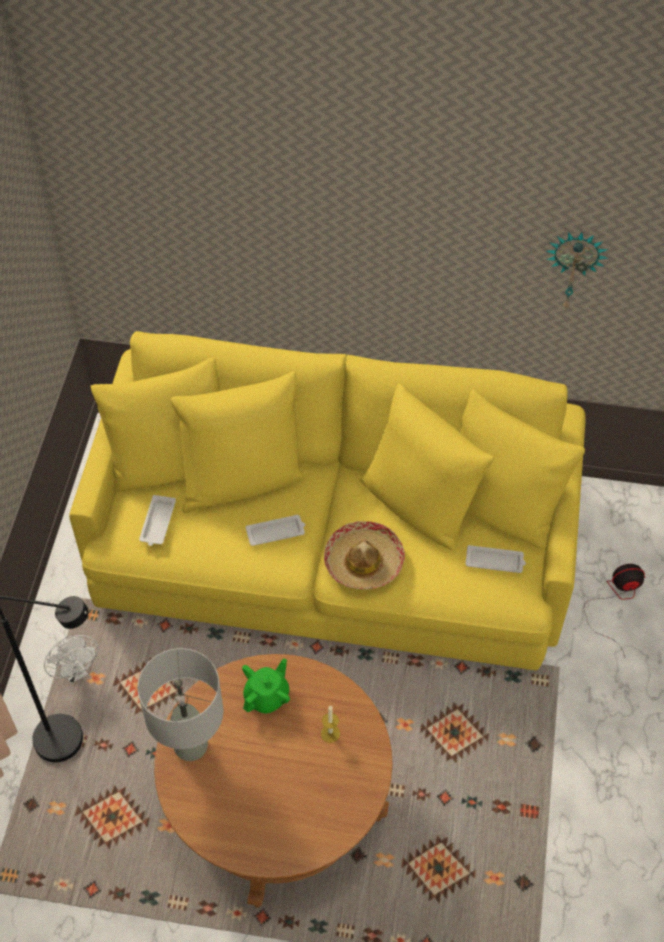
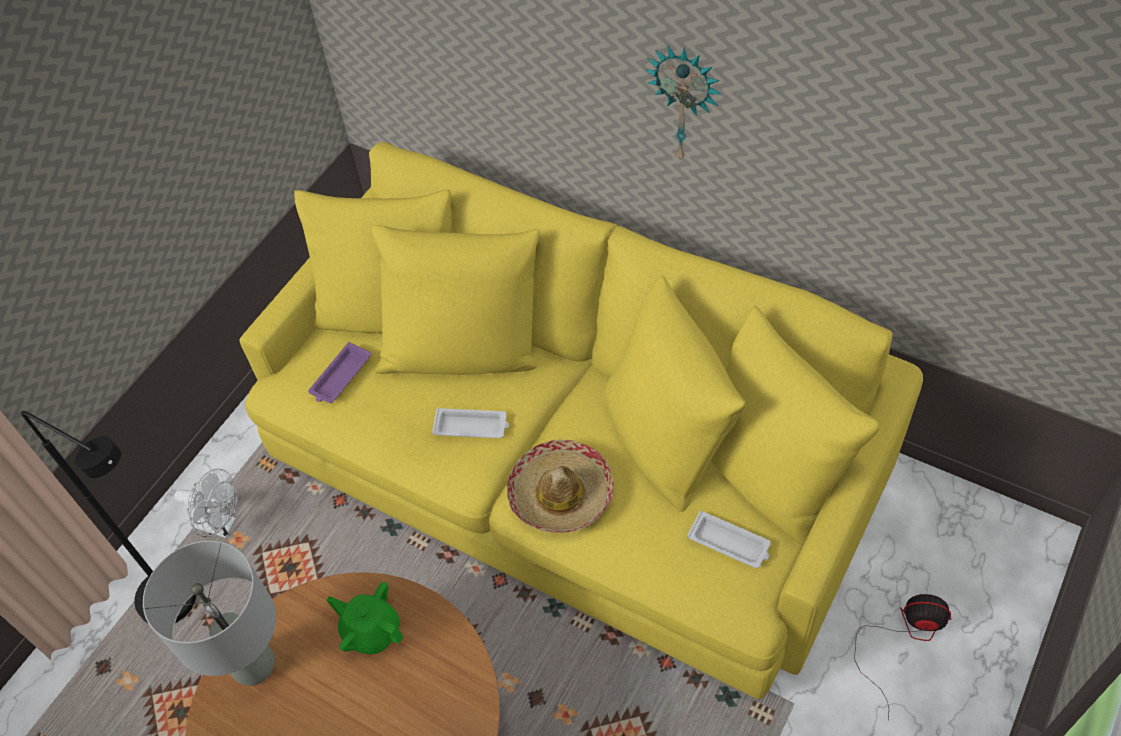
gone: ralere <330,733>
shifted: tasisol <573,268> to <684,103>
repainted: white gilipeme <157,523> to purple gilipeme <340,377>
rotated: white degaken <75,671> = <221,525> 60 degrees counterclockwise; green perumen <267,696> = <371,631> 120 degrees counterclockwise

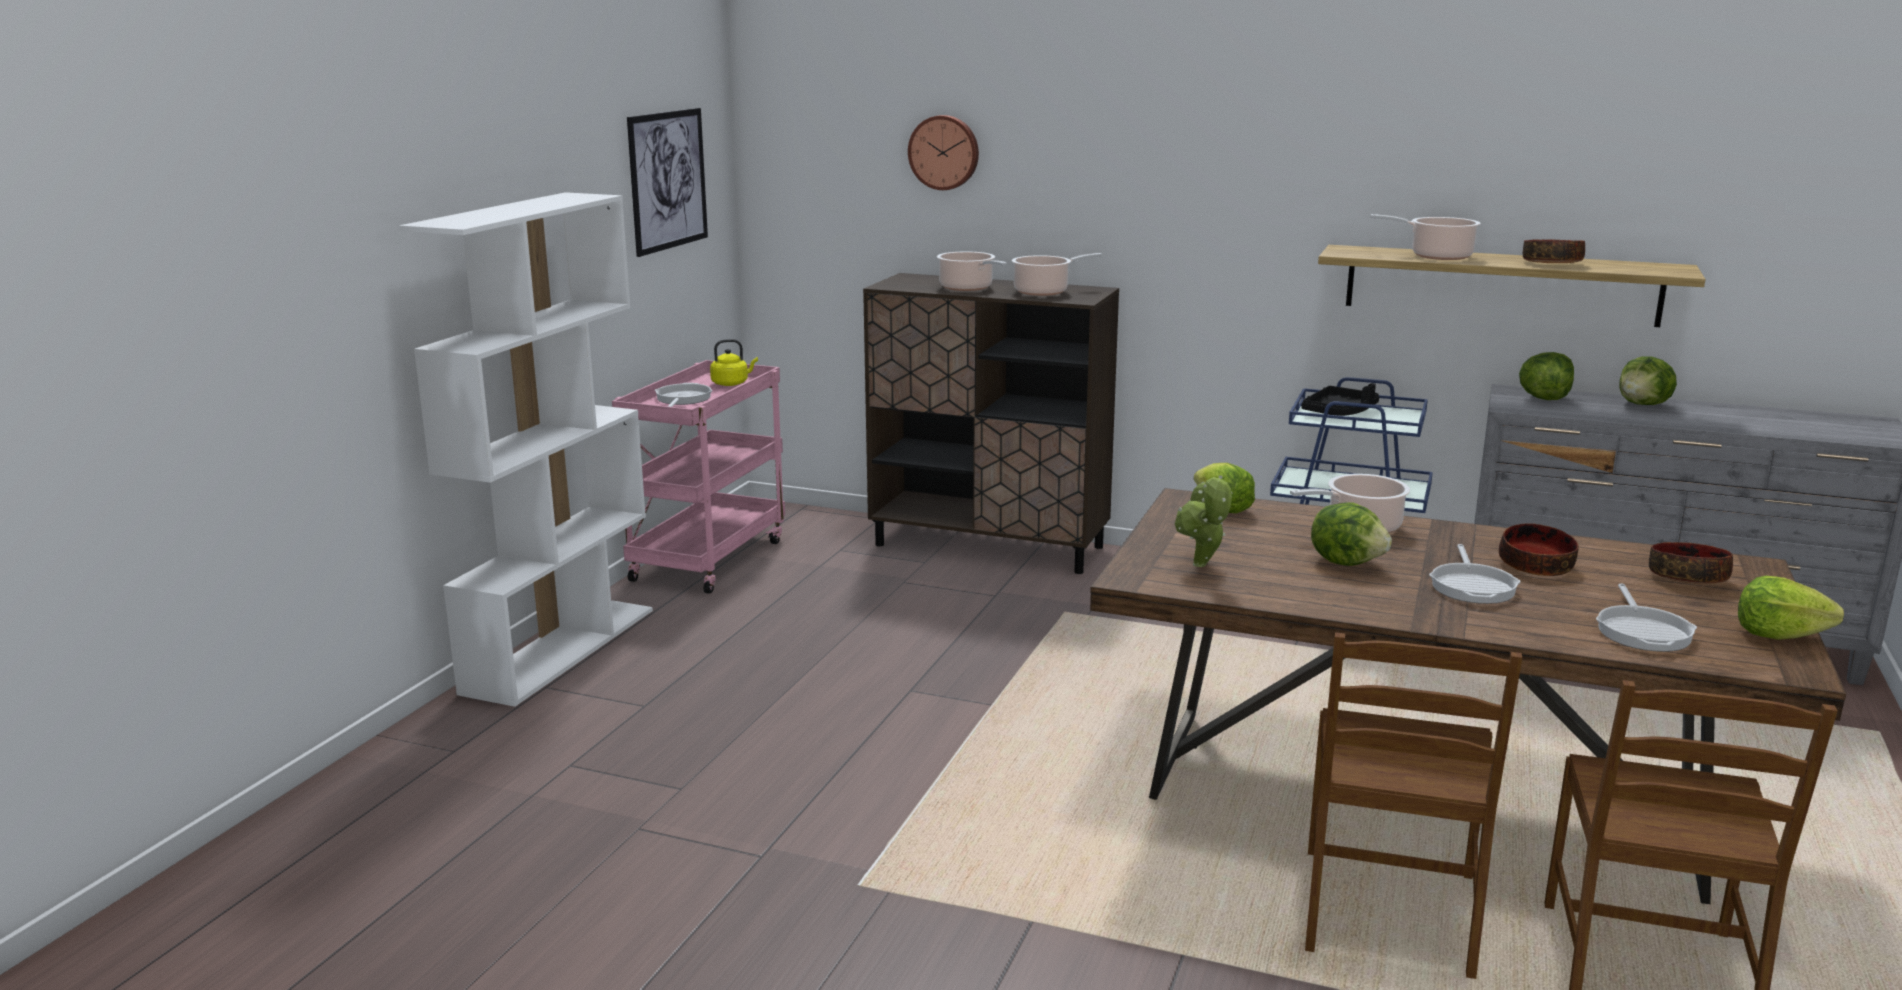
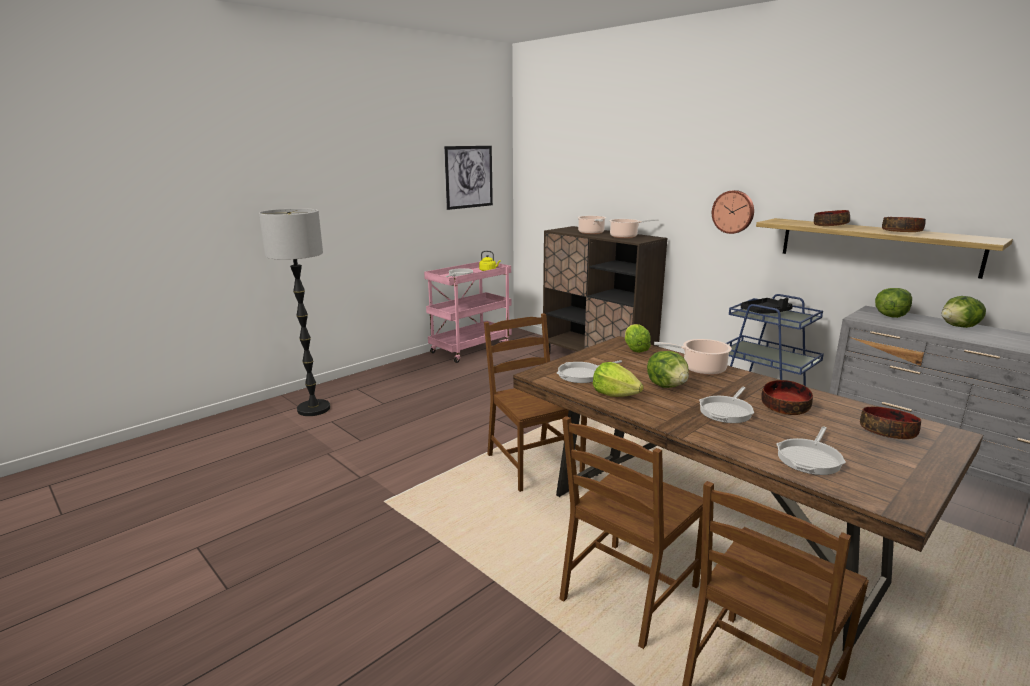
gone: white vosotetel <560,649>
new: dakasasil <314,409>; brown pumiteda <532,464>
shifted: tasisol <944,152> to <733,212>; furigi <1778,635> to <615,394>
swapped: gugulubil <1436,256> to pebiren <830,225>; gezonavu <1201,566> to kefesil <583,374>

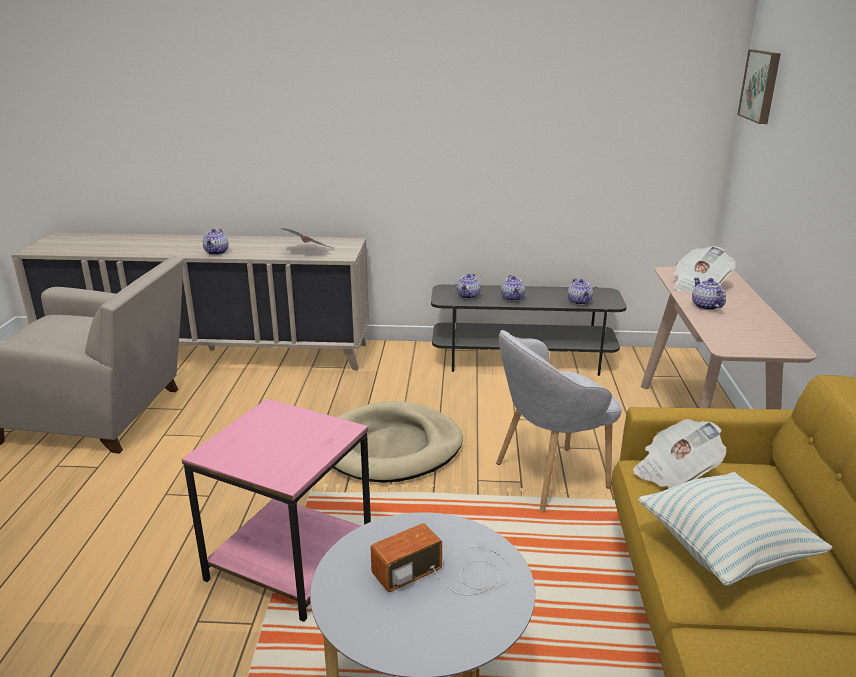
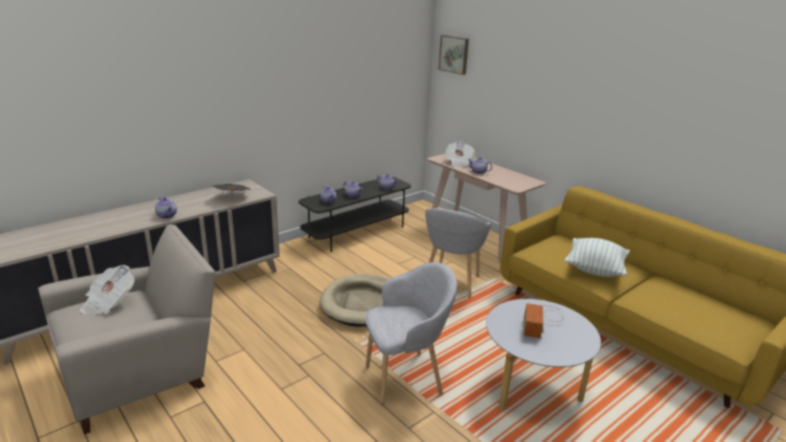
shifted: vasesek <675,472> to <109,302>
swapped: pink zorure <291,562> to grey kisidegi <406,378>

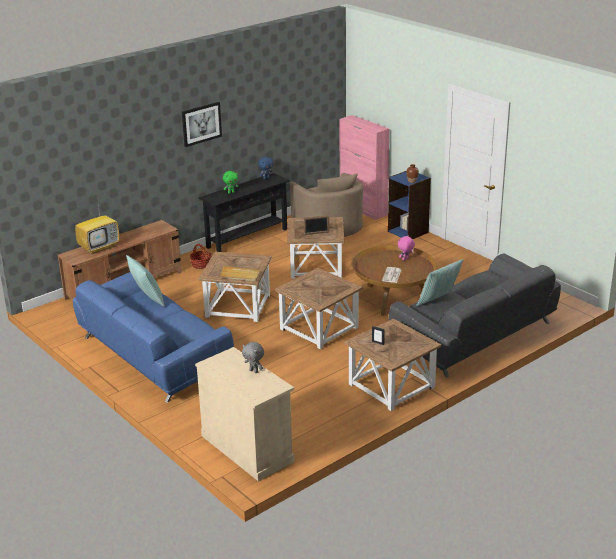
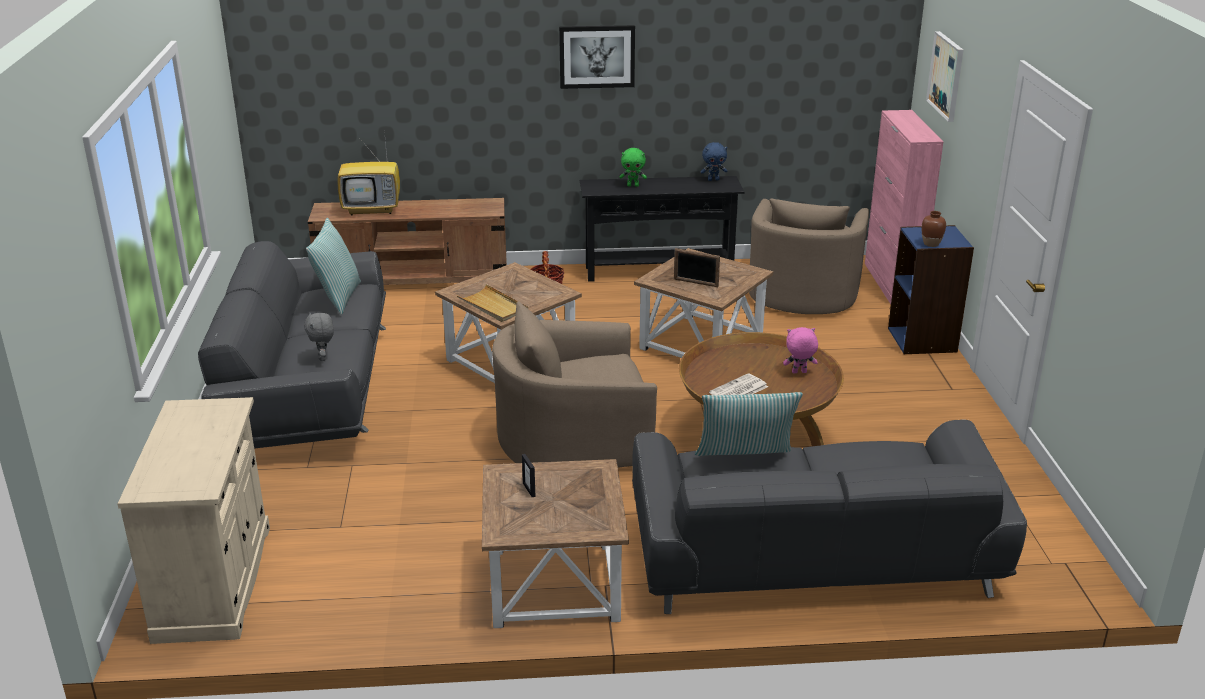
new: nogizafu <946,76>
shifted: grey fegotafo <254,371> to <323,358>
swapped: brown zorure <318,328> to beige kisidegi <574,438>
repainted: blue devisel <153,355> to grey devisel <309,387>

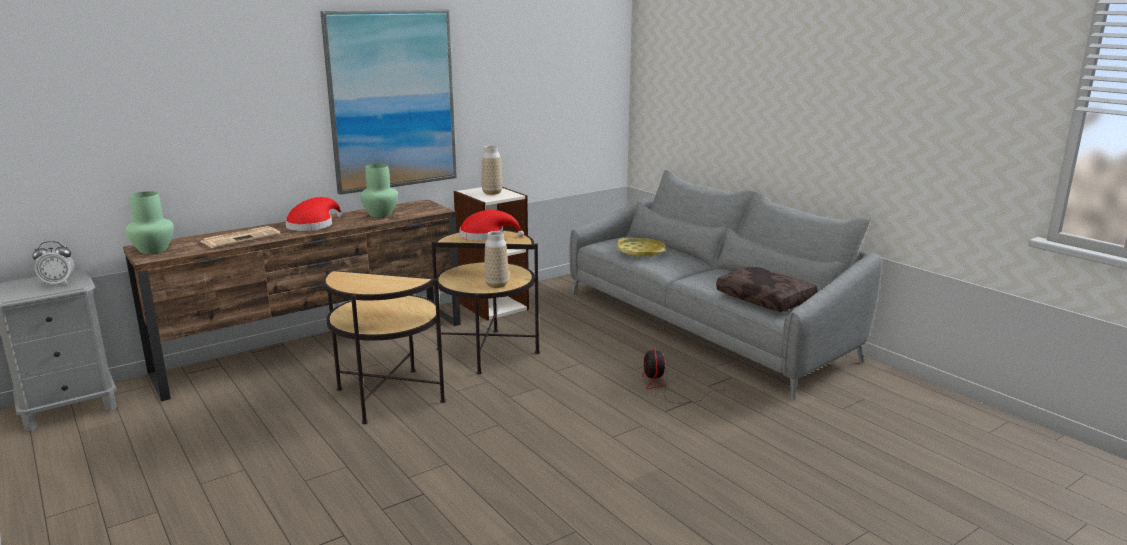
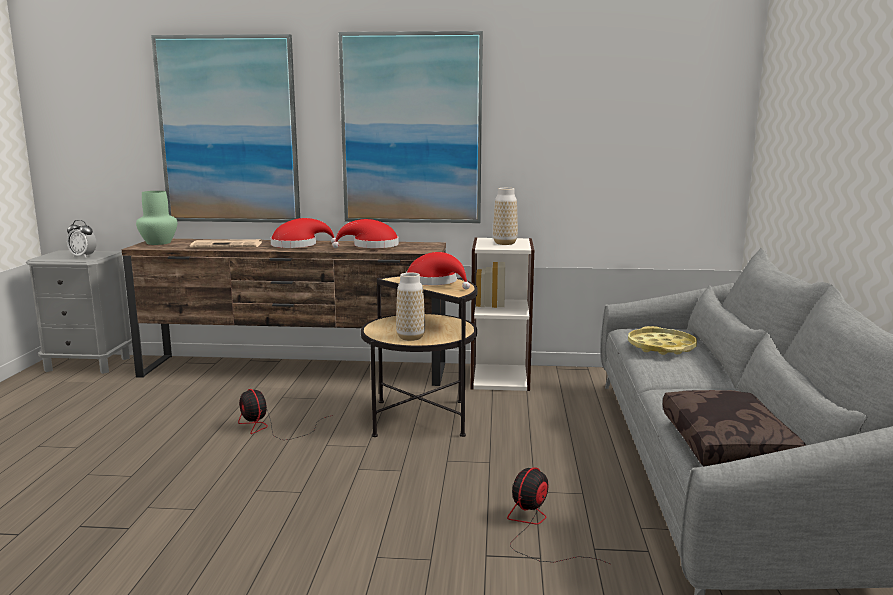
new: nogizafu <229,130>
swapped: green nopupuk <381,214> to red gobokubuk <372,246>; zorure <390,395> to degaken <271,428>

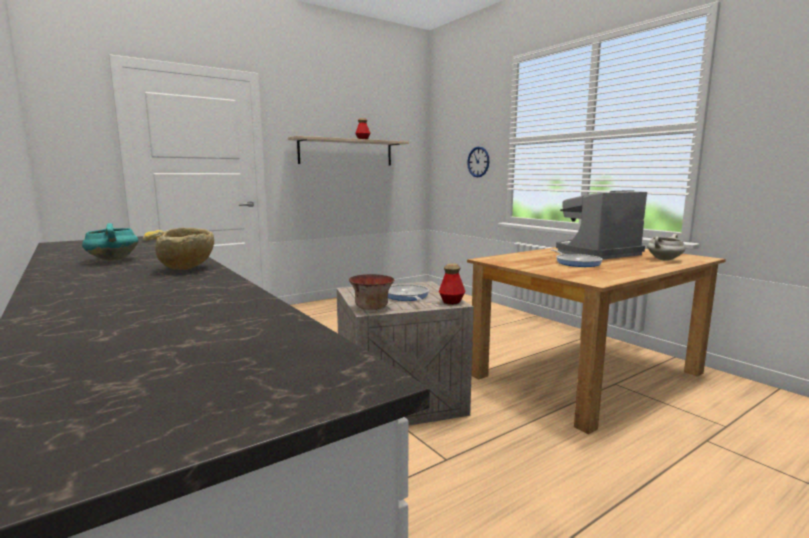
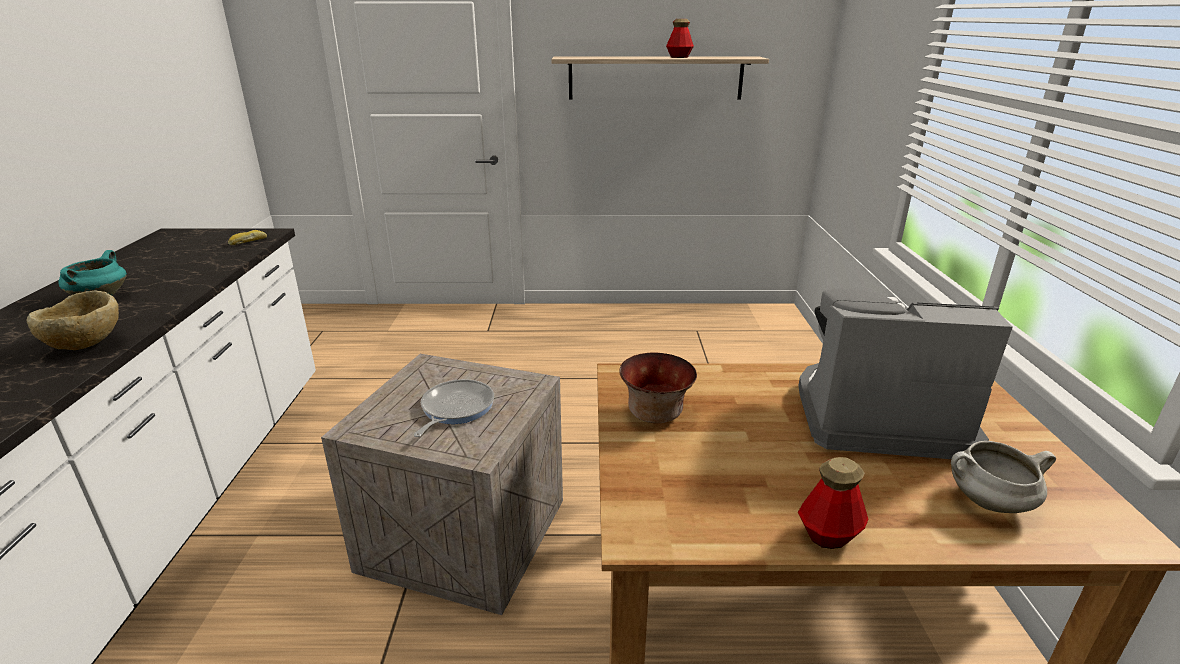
gone: tasisol <478,162>; kefesil <576,263>
shifted: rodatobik <451,302> to <828,535>; pebiren <371,308> to <654,413>

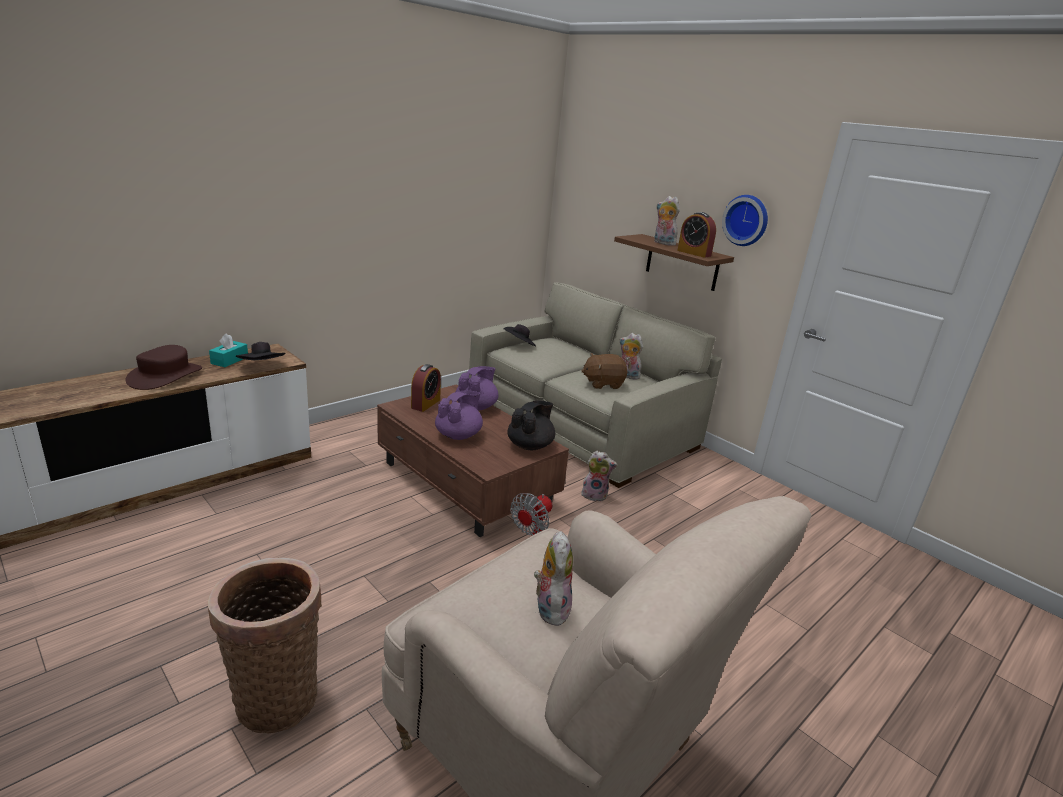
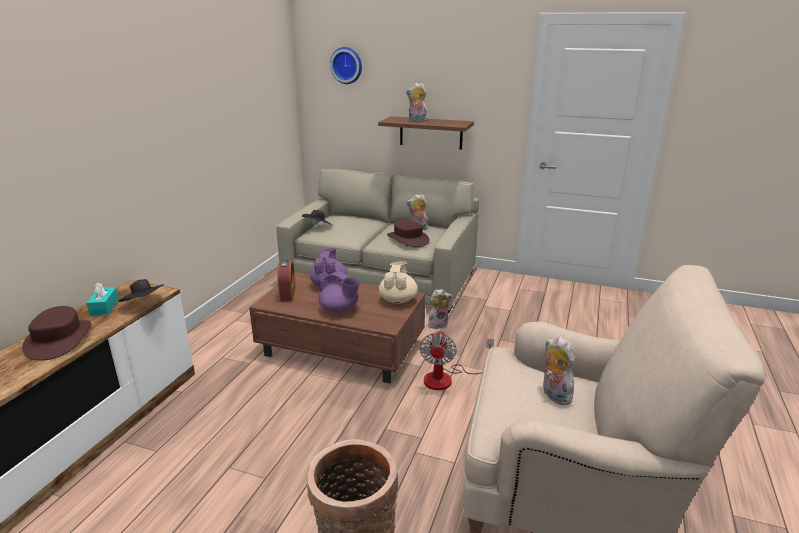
gone: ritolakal <694,253>
shifted: tasisol <746,220> to <347,65>
swapped: brown fegotafo <603,383> to brown gobokubuk <408,239>
repainted: black perumen <530,445> to beige perumen <398,299>
rotated: purple perumen <458,435> = <339,309> 120 degrees clockwise

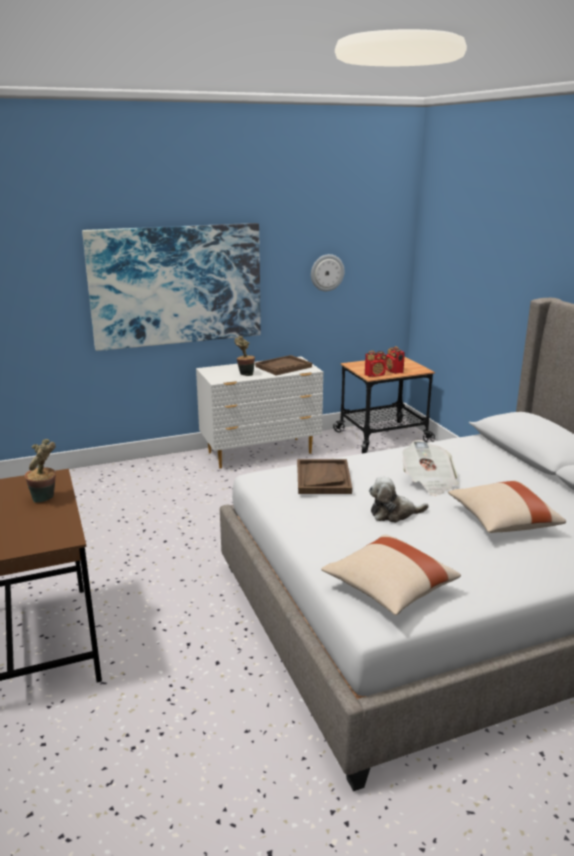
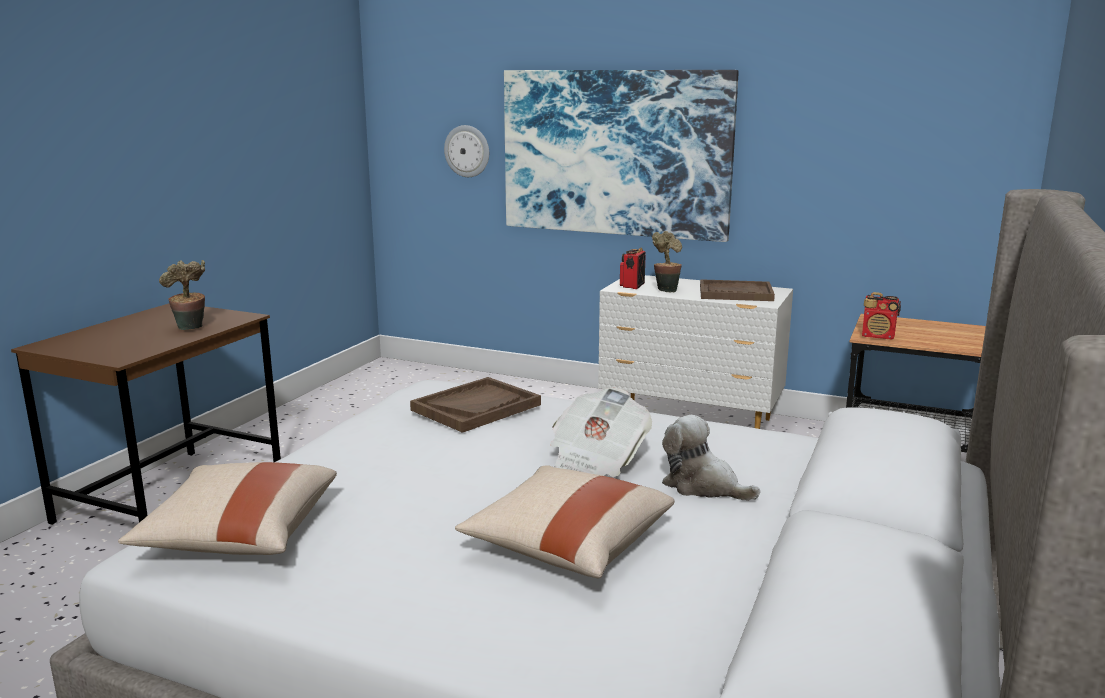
shifted: tasisol <327,272> to <467,151>; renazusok <394,371> to <632,286>; fegotafo <393,513> to <703,486>

